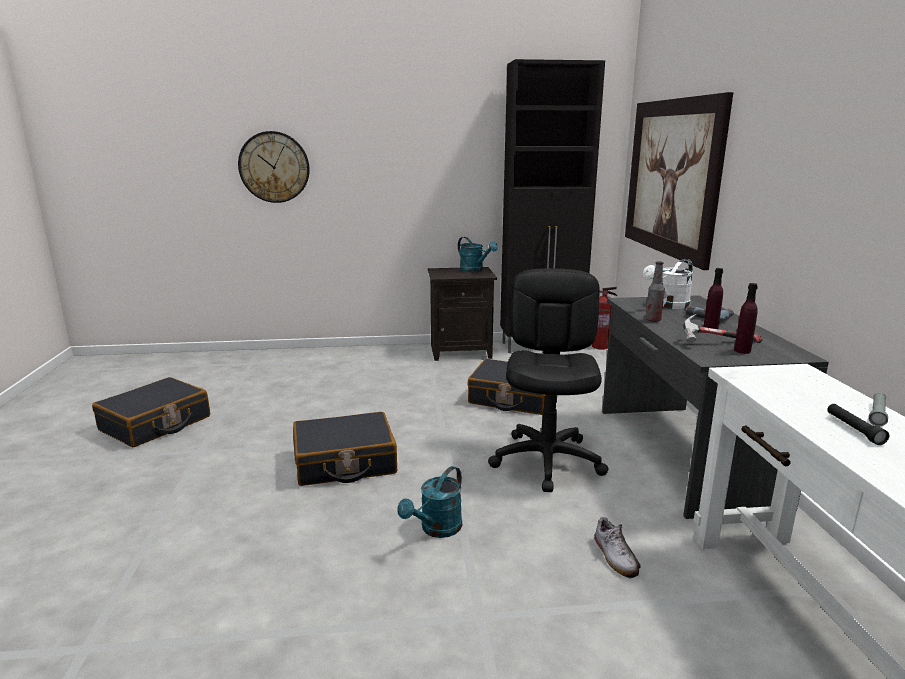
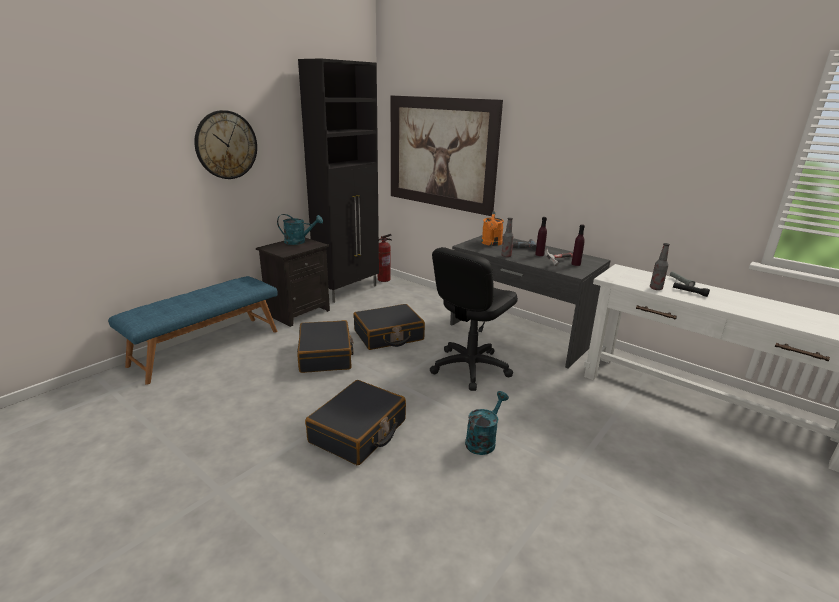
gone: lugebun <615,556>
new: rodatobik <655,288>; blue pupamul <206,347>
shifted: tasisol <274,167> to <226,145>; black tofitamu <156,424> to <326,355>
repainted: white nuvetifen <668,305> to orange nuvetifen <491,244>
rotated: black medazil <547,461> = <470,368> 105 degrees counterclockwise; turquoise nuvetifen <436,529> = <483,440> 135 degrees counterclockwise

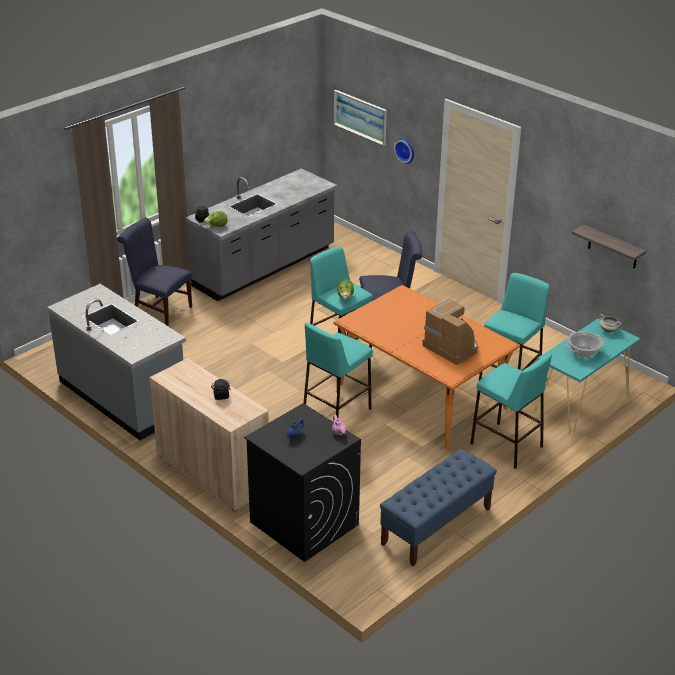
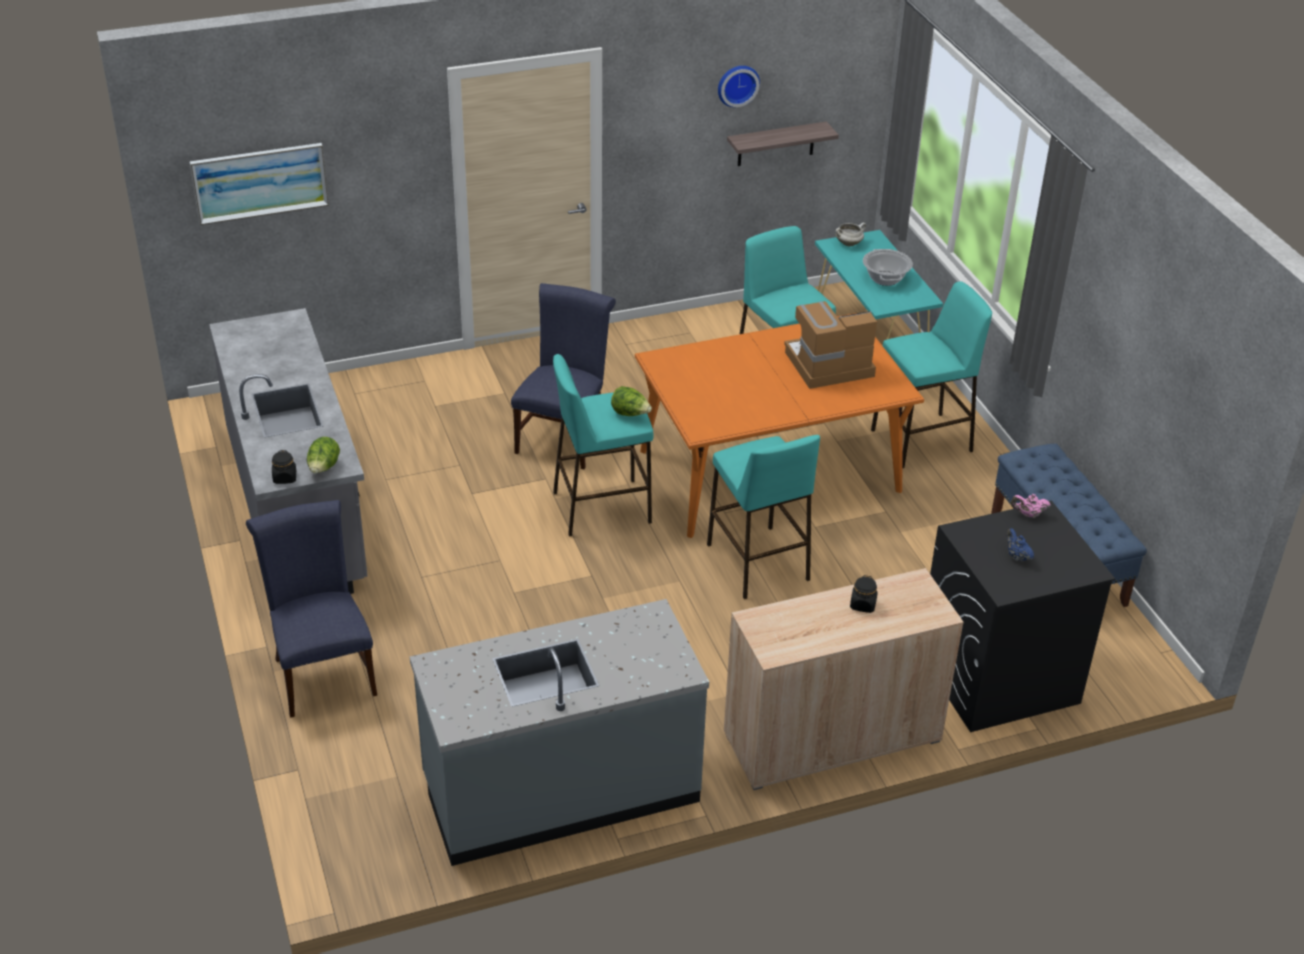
shifted: tasisol <405,150> to <737,84>
rotated: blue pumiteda <159,310> = <322,672> 105 degrees clockwise

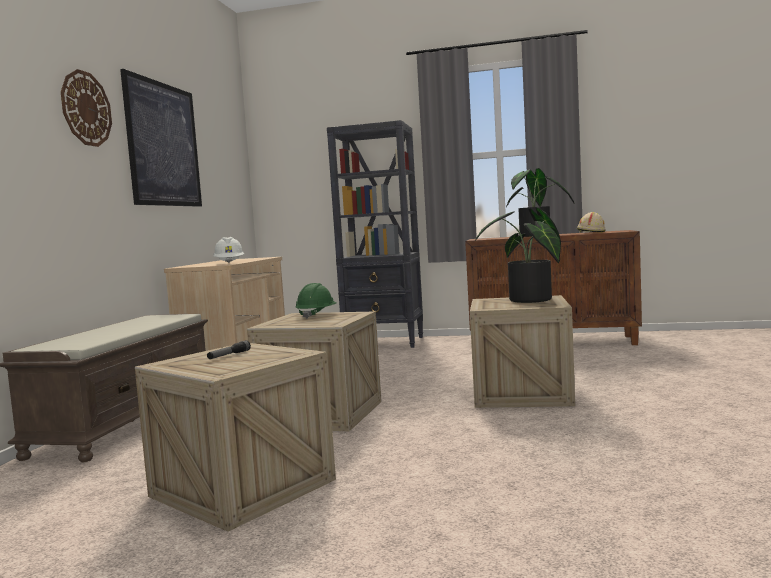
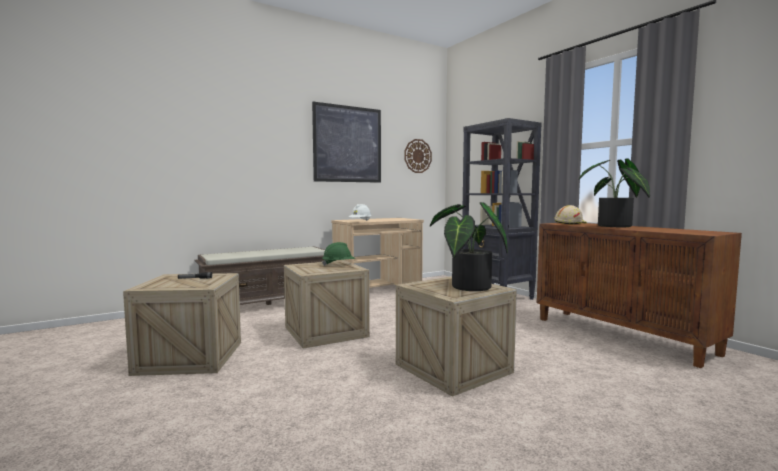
shifted: tasisol <86,108> to <417,156>; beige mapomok <590,232> to <569,223>

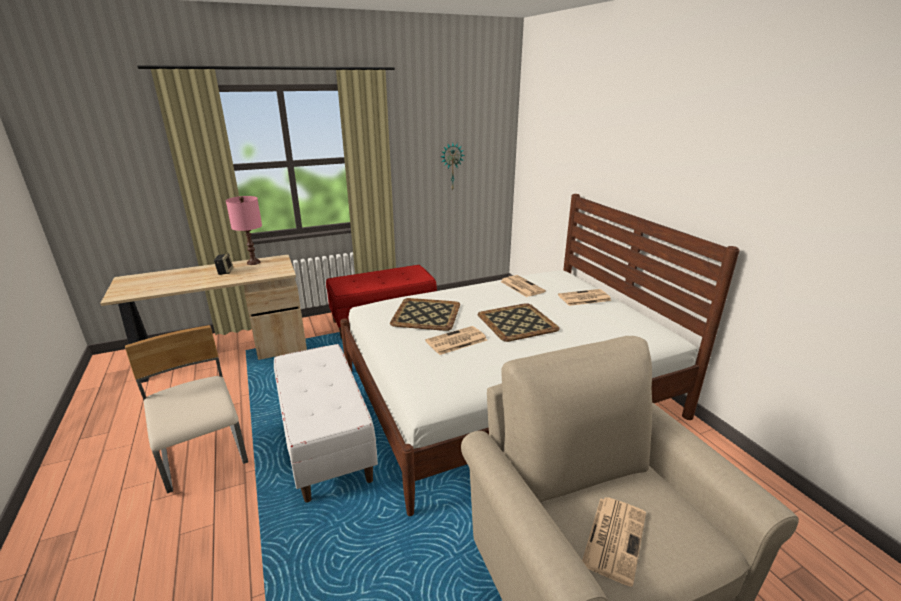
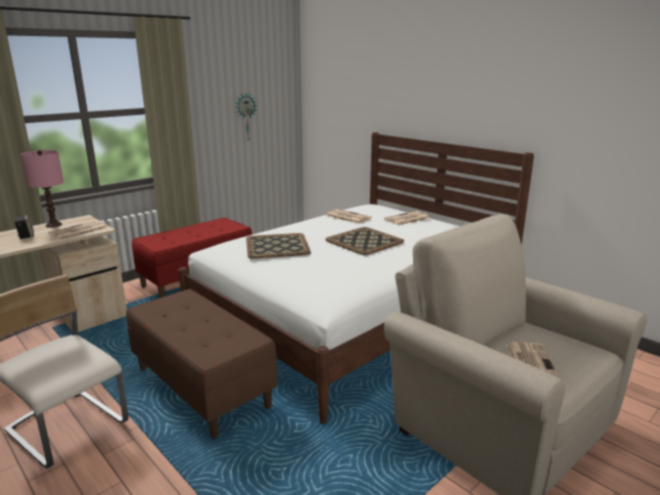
shifted: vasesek <456,341> to <78,231>
repainted: white pupamul <326,442> to brown pupamul <203,387>

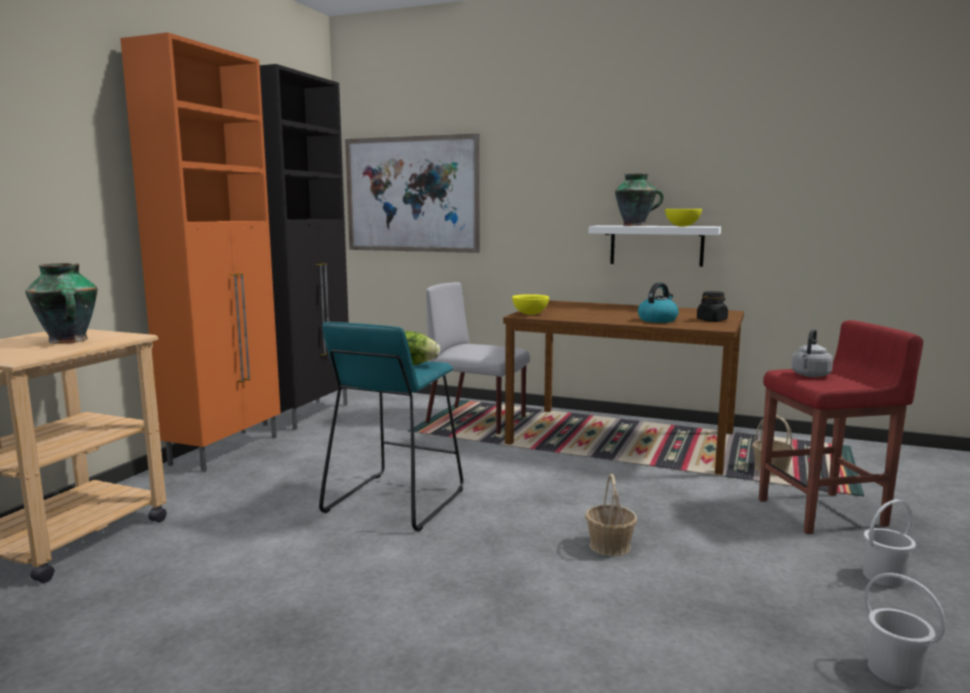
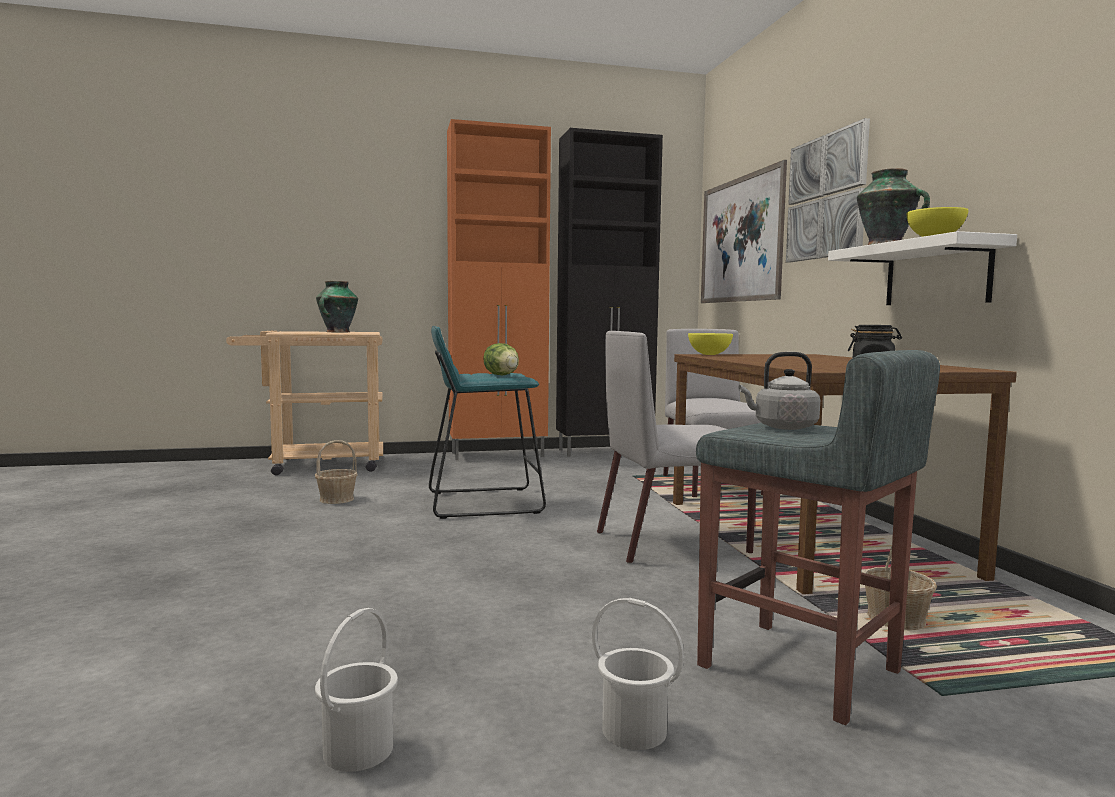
gone: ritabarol <657,320>
new: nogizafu <826,197>; grey pumiteda <674,543>
shifted: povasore <609,546> to <336,499>
repainted: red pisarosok <823,512> to grey pisarosok <801,669>

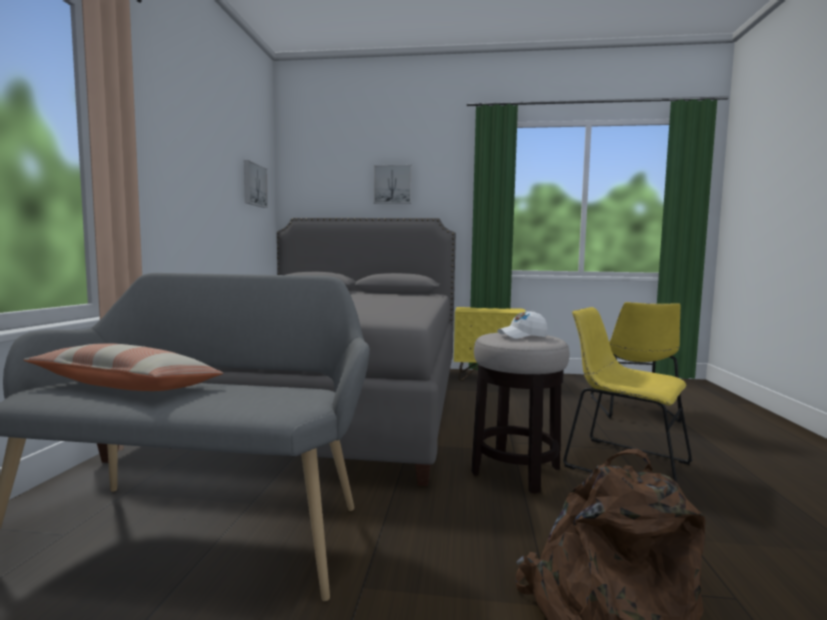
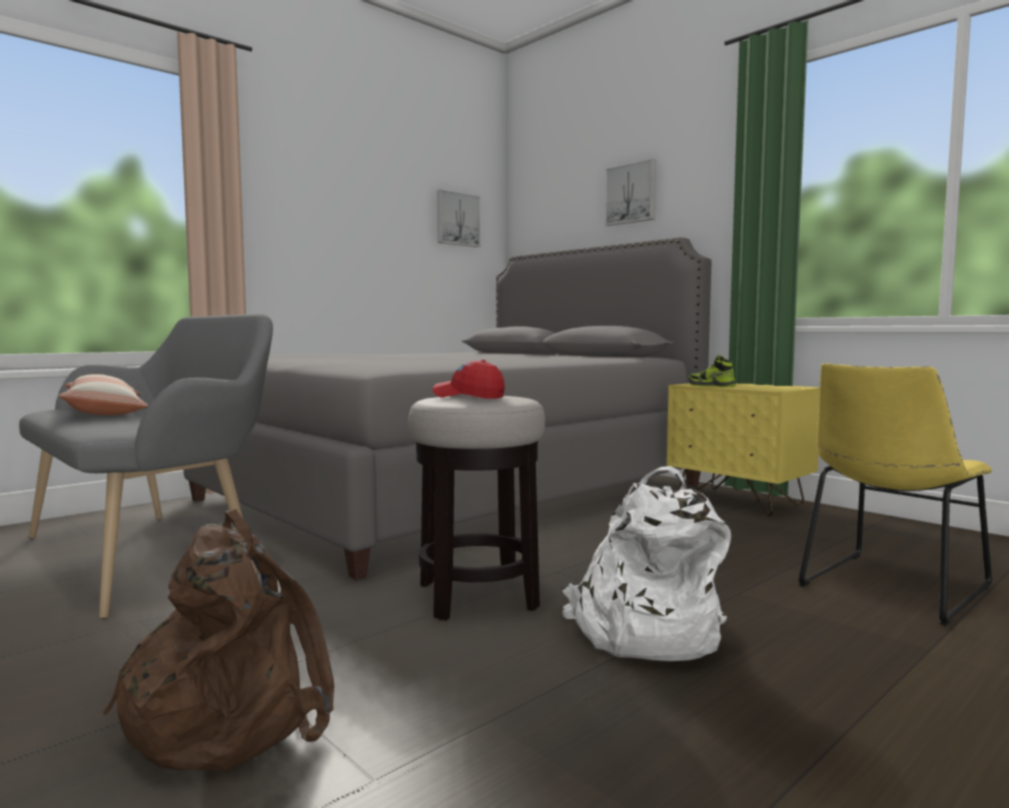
new: lugebun <711,386>
swapped: yellow pumiteda <621,463> to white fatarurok <643,632>
repainted: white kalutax <522,336> to red kalutax <469,396>

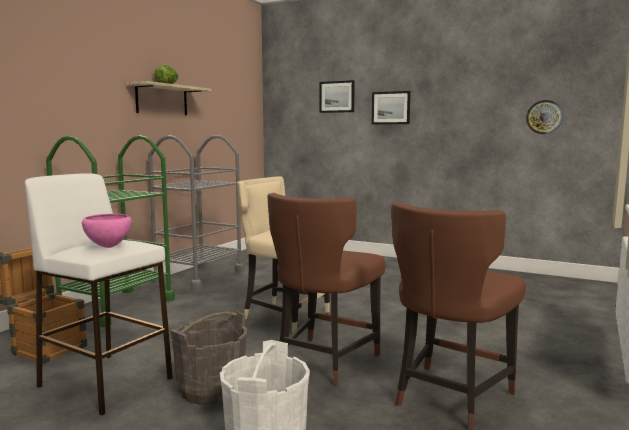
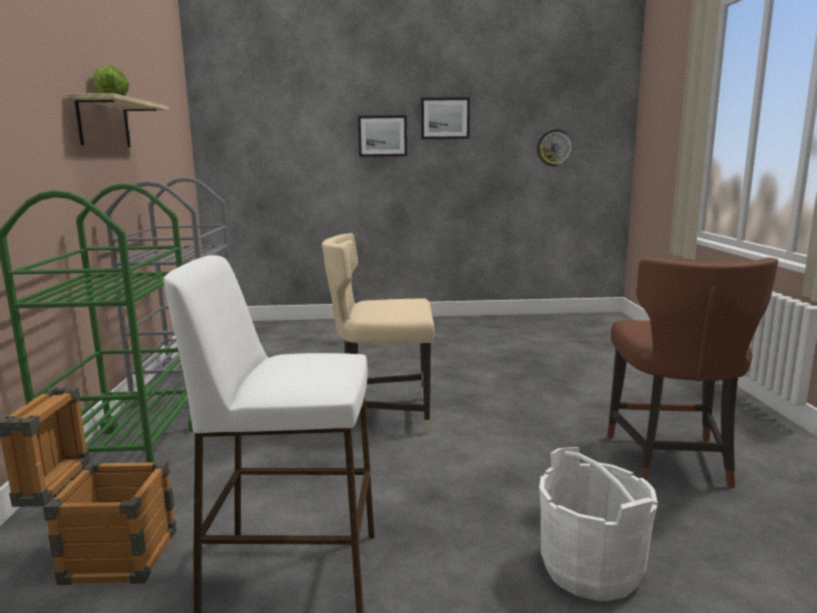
gone: brown pumiteda <324,362>; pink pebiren <109,247>; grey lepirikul <211,389>
shifted: nogizafu <337,97> to <445,118>

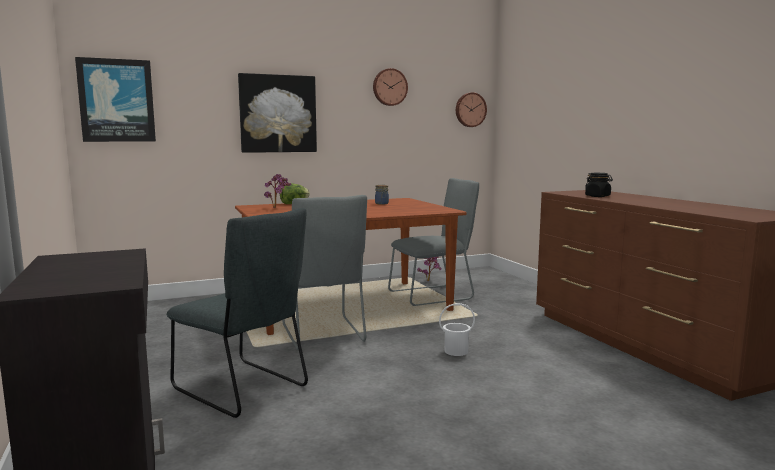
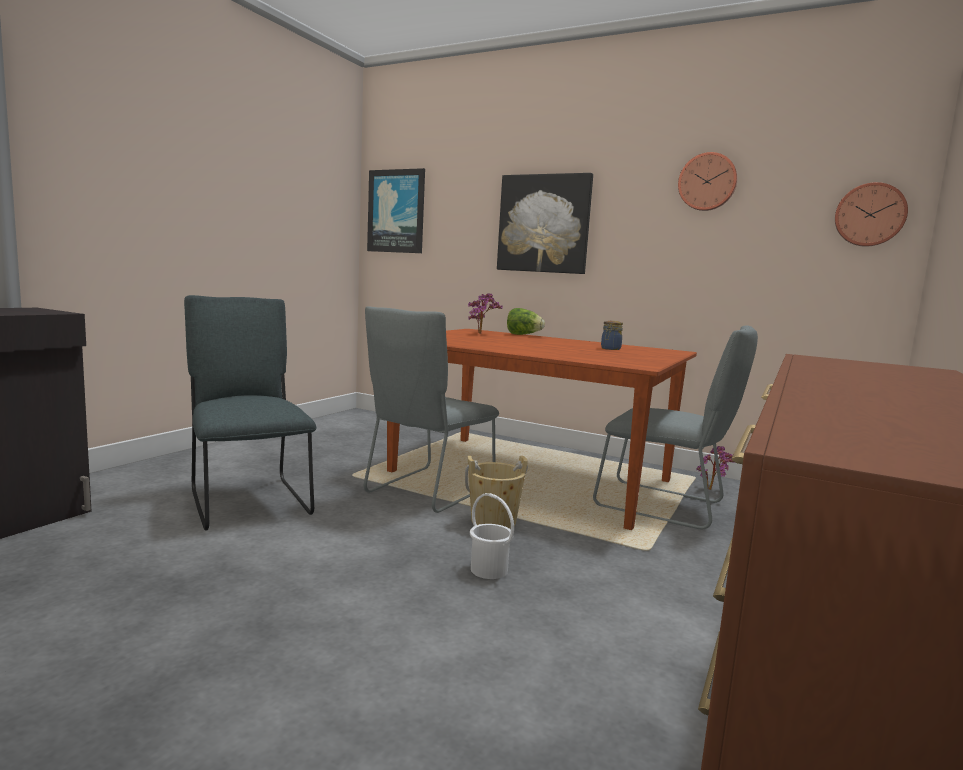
gone: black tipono <597,196>
new: beige lepirikul <493,521>
rotated: grey pumiteda <244,389> = <248,500> 150 degrees clockwise

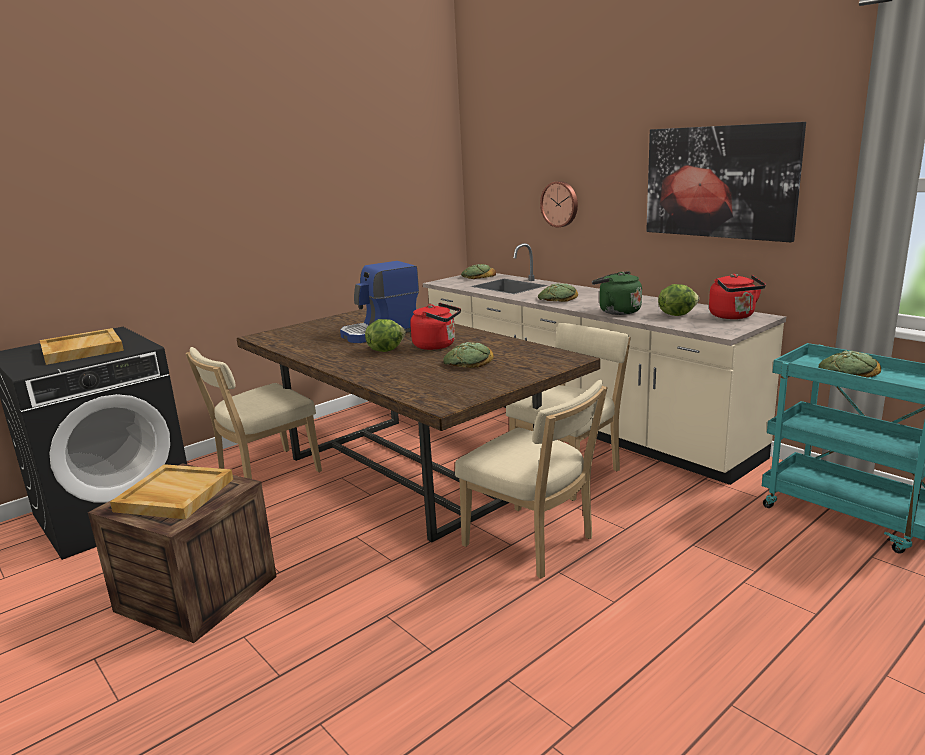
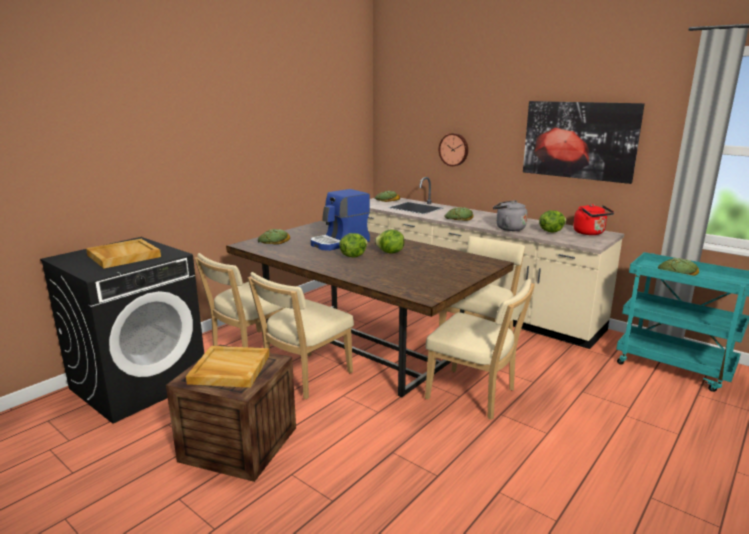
new: beige pumiteda <304,377>
shifted: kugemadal <468,362> to <273,241>
swapped: red ritabarol <437,346> to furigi <390,253>
repainted: green ritabarol <616,311> to grey ritabarol <508,228>

